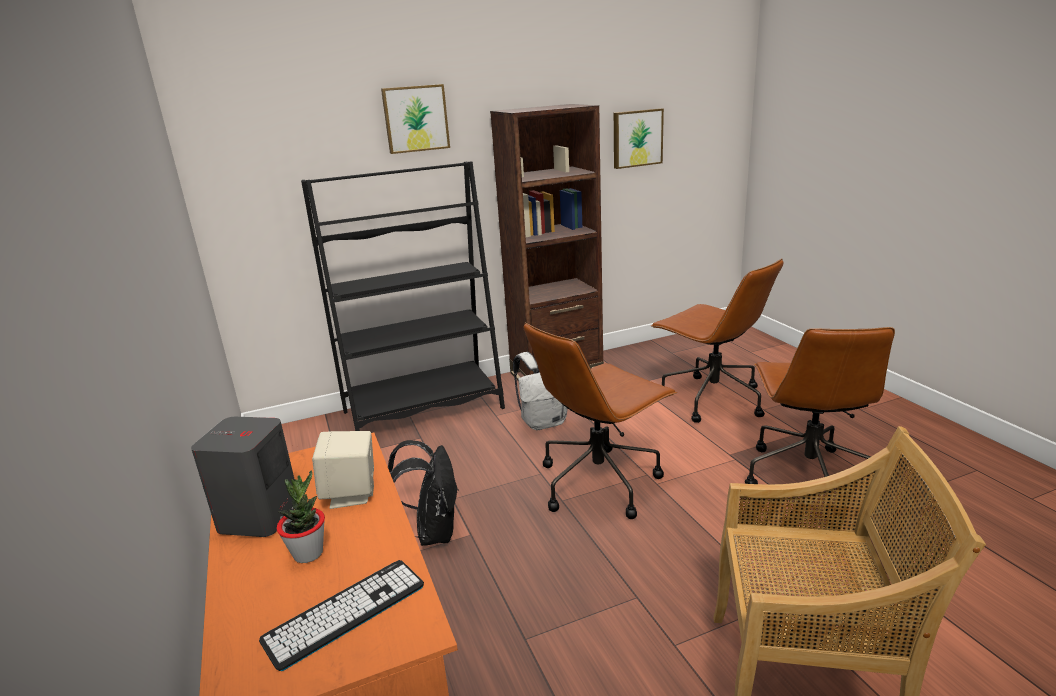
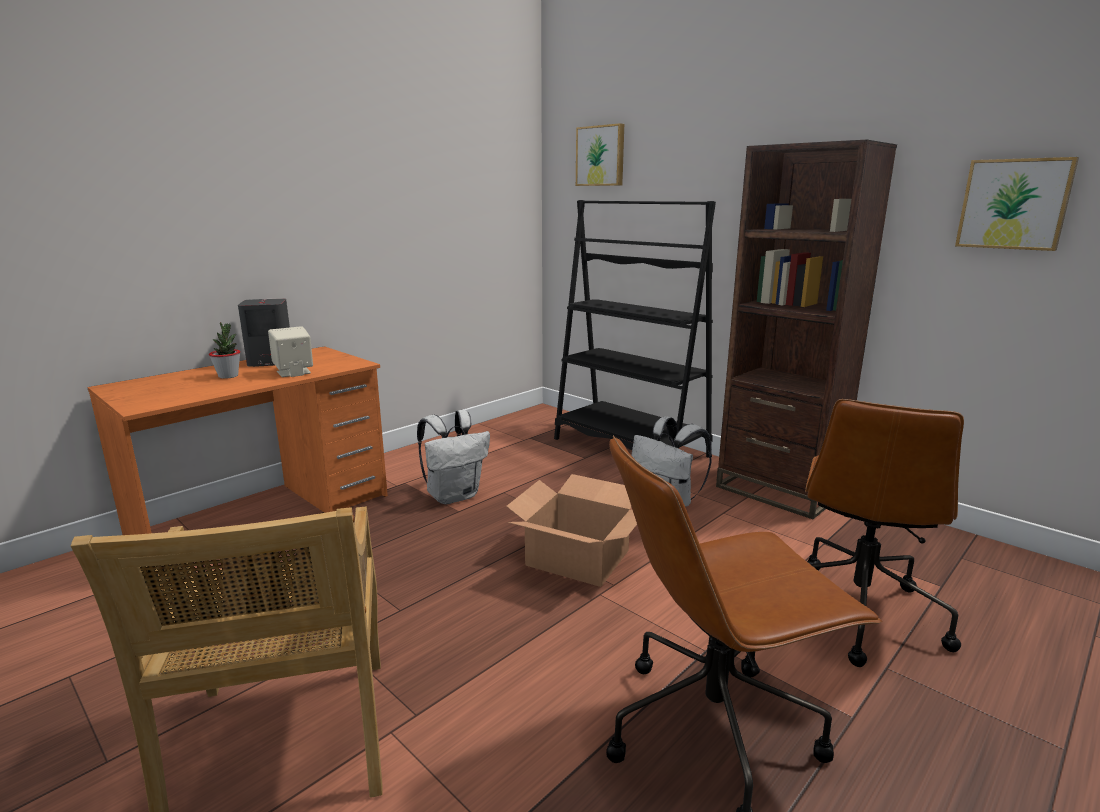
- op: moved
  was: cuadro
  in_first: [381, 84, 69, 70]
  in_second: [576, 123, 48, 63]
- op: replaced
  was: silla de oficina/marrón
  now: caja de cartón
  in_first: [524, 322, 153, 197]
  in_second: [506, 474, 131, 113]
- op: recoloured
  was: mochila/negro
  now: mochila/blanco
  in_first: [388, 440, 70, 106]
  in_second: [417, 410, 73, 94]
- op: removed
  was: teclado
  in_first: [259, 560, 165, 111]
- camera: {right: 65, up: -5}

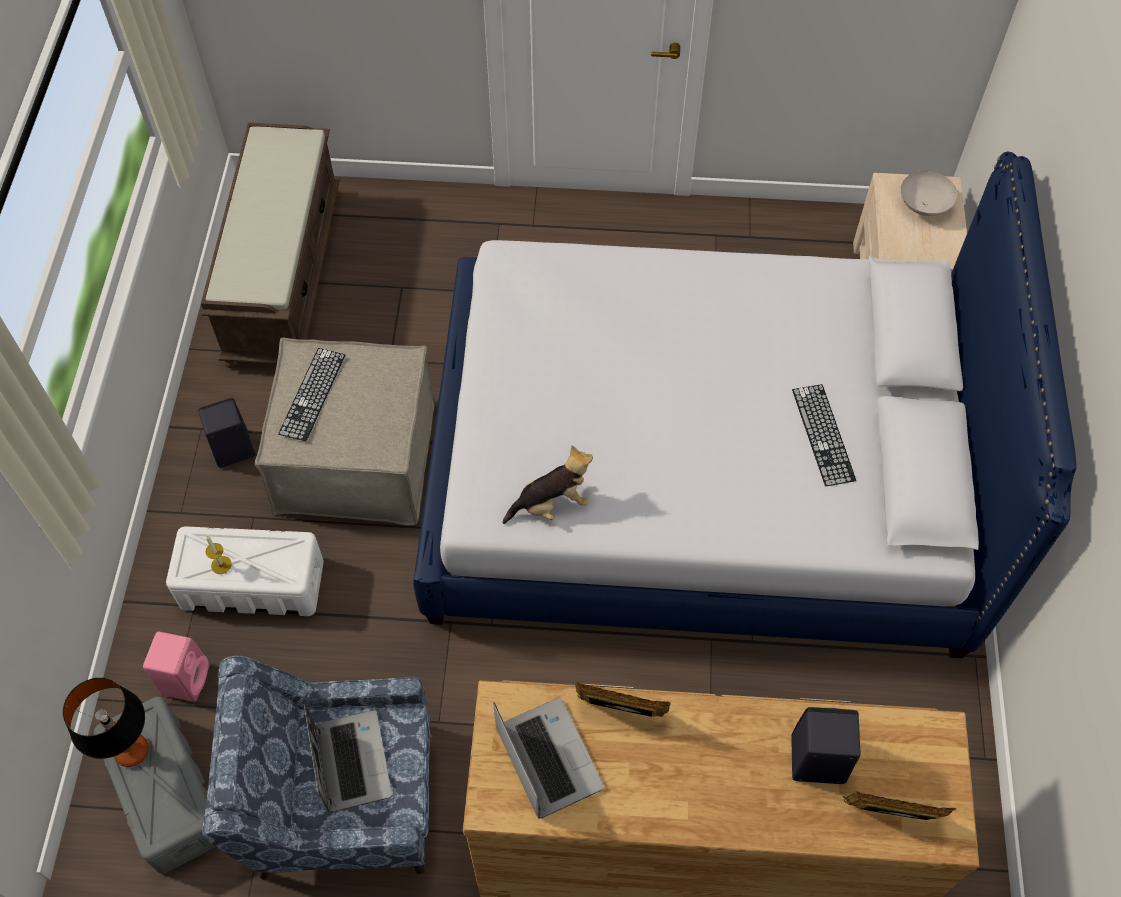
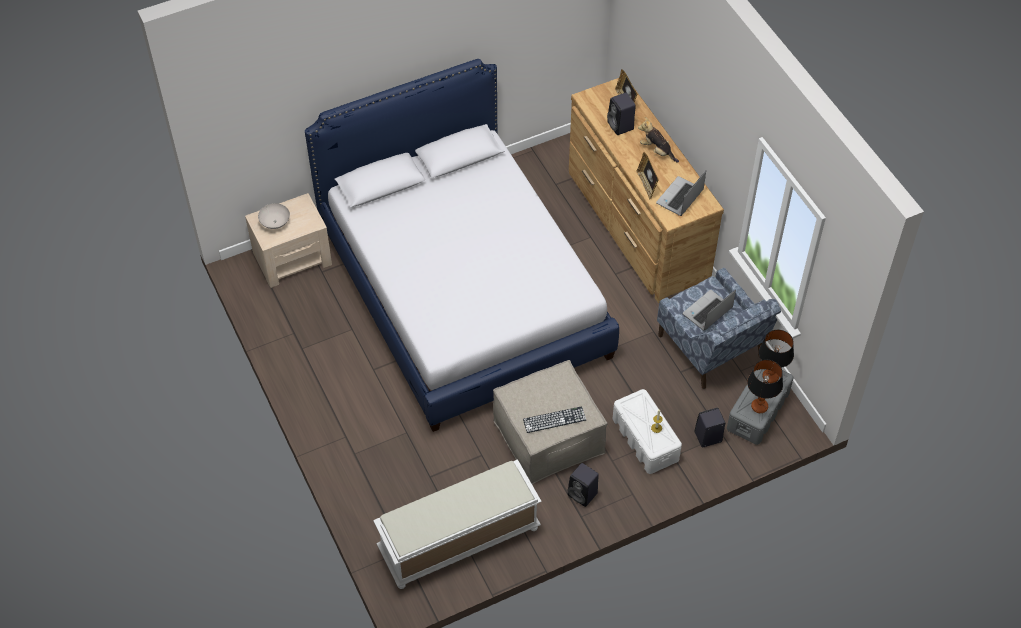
- op: recoloured
  was: banco/marrón
  now: banco/blanco
  in_first: [201, 123, 139, 245]
  in_second: [373, 459, 169, 130]
- op: removed
  was: teclado
  in_first: [792, 384, 64, 103]
- op: moved
  was: peluche
  in_first: [503, 445, 90, 79]
  in_second: [638, 117, 41, 46]
- op: recoloured
  was: altavoz/rosa
  now: altavoz/negro
  in_first: [143, 632, 67, 70]
  in_second: [695, 408, 30, 39]
- op: added
  now: lámpara de mesa
  in_second: [759, 330, 35, 53]
- camera: {right: -120, up: -5}

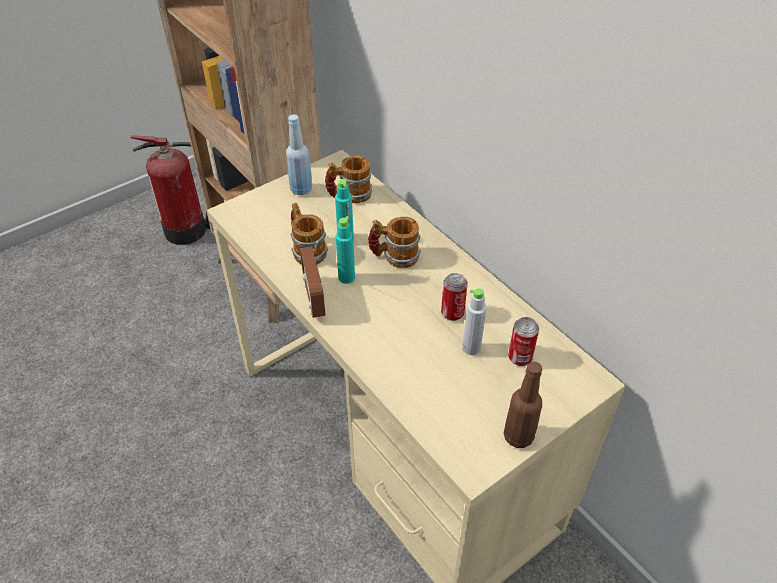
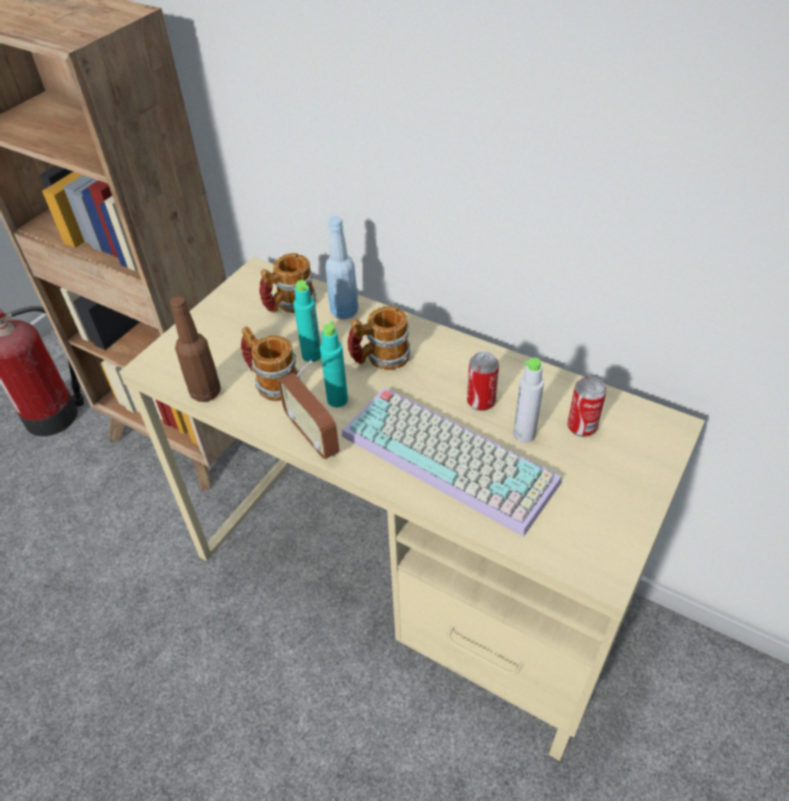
- op: moved
  was: botella/azul
  in_first: [286, 114, 27, 81]
  in_second: [326, 217, 33, 102]
- op: moved
  was: botella/marrón
  in_first: [503, 362, 39, 86]
  in_second: [170, 296, 51, 106]
- op: added
  now: teclado
  in_second: [341, 388, 221, 149]
- camera: {right: -20, up: 0}

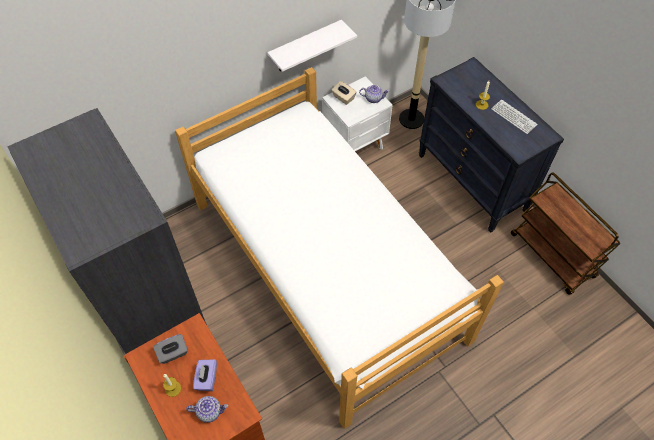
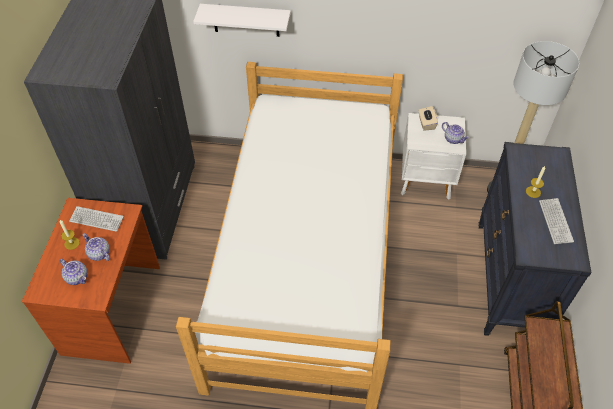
- op: moved
  was: estante/blanco
  in_first: [267, 20, 90, 52]
  in_second: [193, 4, 98, 33]
- op: replaced
  was: caja de pañuelos/gris
  now: teclado
  in_first: [153, 334, 35, 30]
  in_second: [69, 206, 55, 26]
- op: replaced
  was: caja de pañuelos/morado
  now: tetera
  in_first: [193, 359, 24, 32]
  in_second: [83, 233, 27, 28]
- camera: {right: 40, up: -5}

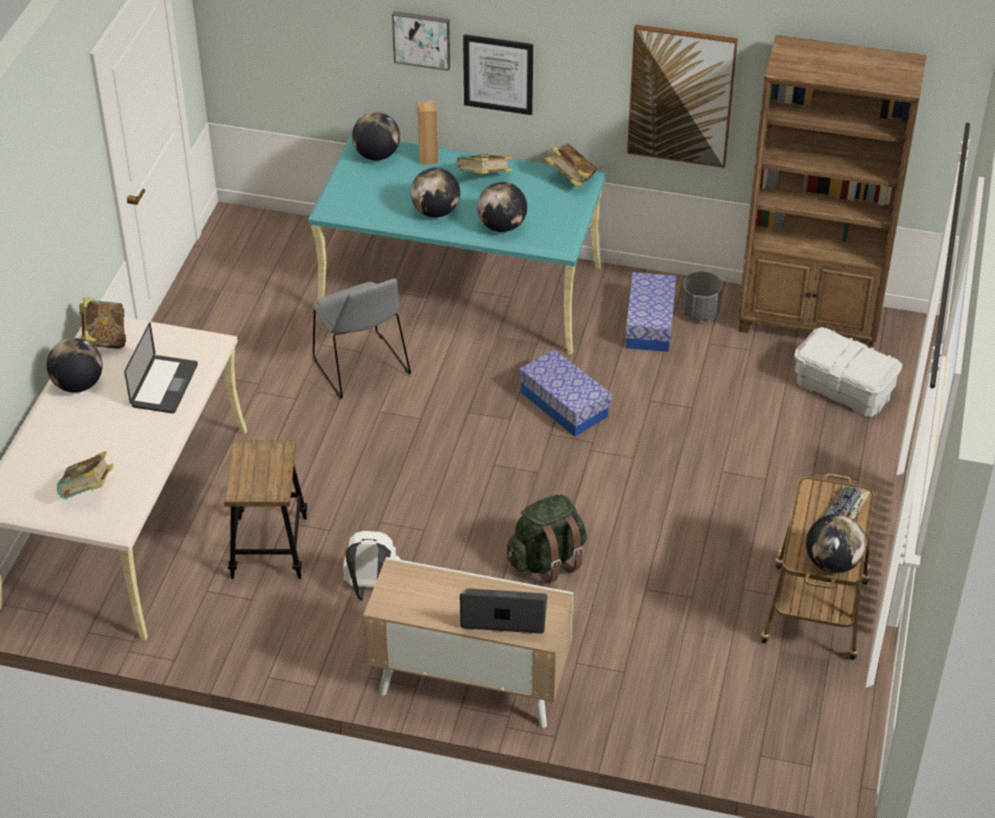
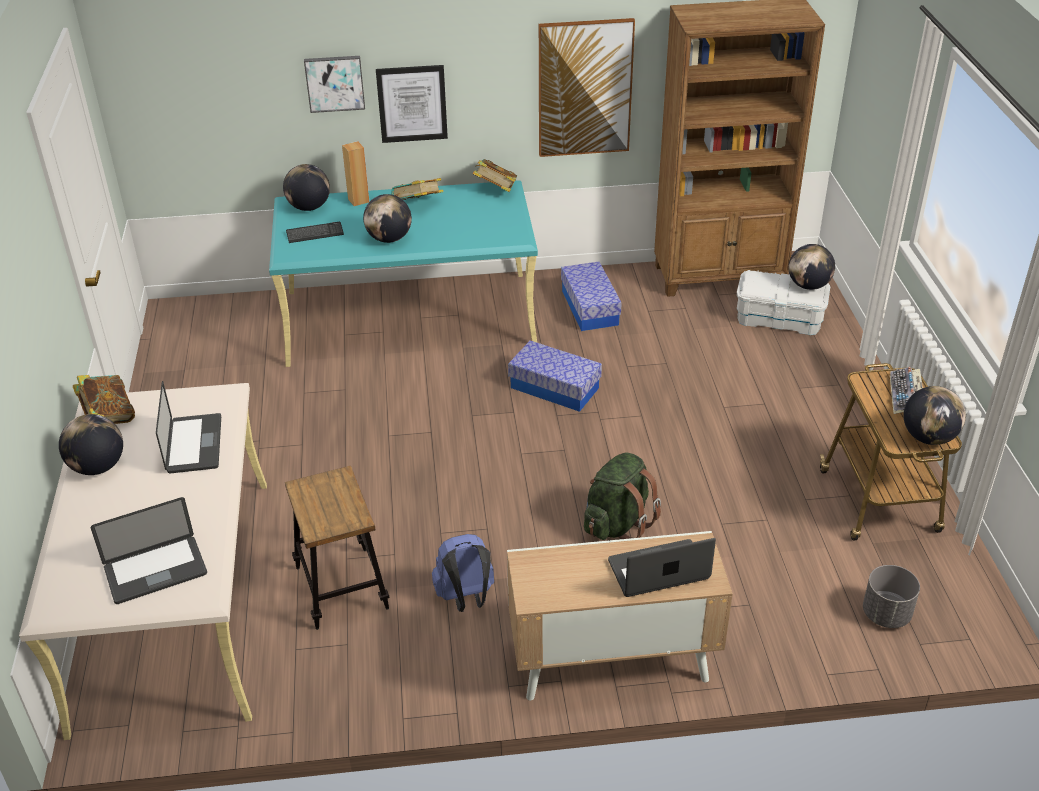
- op: moved
  was: globo terráqueo
  in_first: [477, 182, 50, 50]
  in_second: [788, 244, 47, 46]
- op: moved
  was: maceta/gris
  in_first: [681, 271, 42, 50]
  in_second: [863, 565, 57, 63]
- op: removed
  was: silla/gris
  in_first: [313, 278, 98, 121]
- op: replaced
  was: libro
  now: portátil
  in_first: [57, 451, 57, 48]
  in_second: [91, 497, 116, 107]
- op: recoloured
  was: mochila/blanco
  now: mochila/azul
  in_first: [343, 531, 58, 70]
  in_second: [432, 534, 62, 78]
- op: added
  now: teclado
  in_second: [286, 222, 58, 21]
- camera: {right: -20, up: -5}

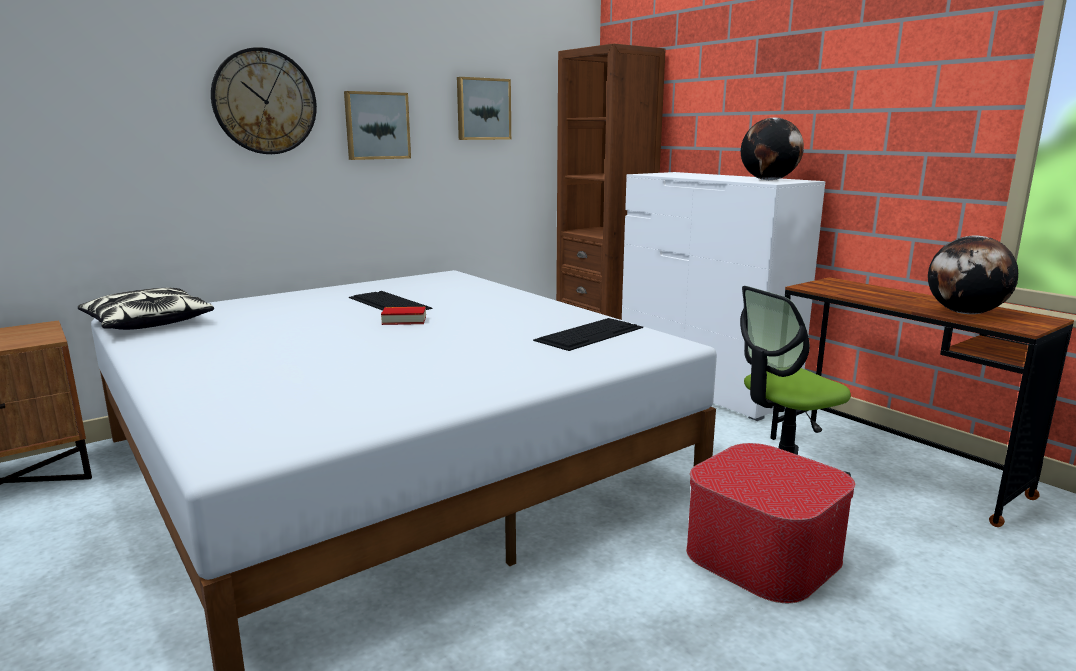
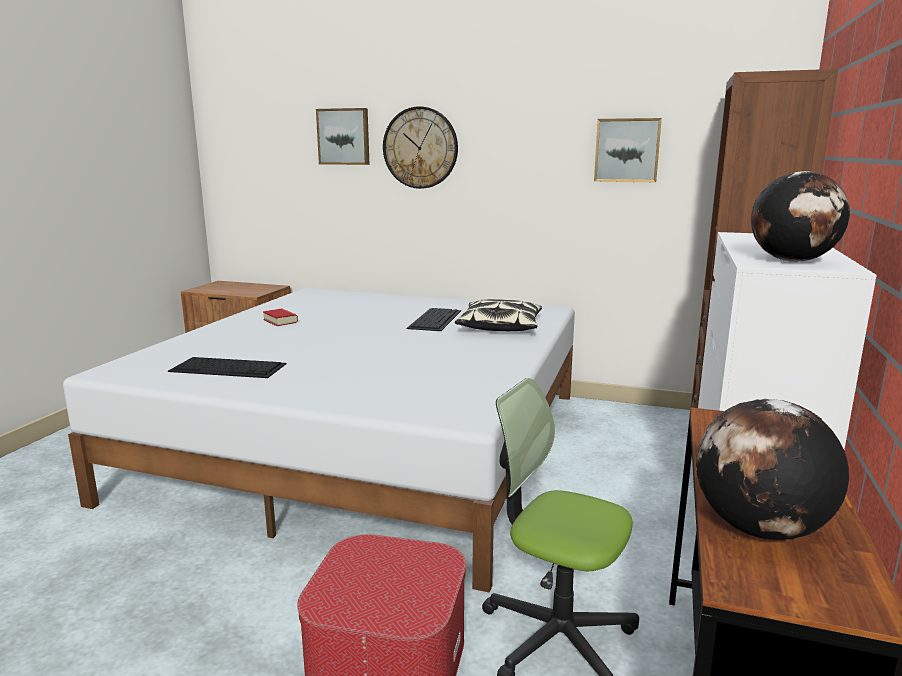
- op: moved
  was: cuadro
  in_first: [344, 91, 67, 69]
  in_second: [316, 108, 53, 57]
- op: moved
  was: cojín
  in_first: [78, 288, 136, 42]
  in_second: [455, 299, 87, 32]
- op: moved
  was: libro
  in_first: [381, 307, 45, 18]
  in_second: [263, 309, 35, 17]
- op: moved
  was: teclado
  in_first: [533, 318, 110, 33]
  in_second: [168, 357, 119, 21]
- camera: {right: 55, up: 0}

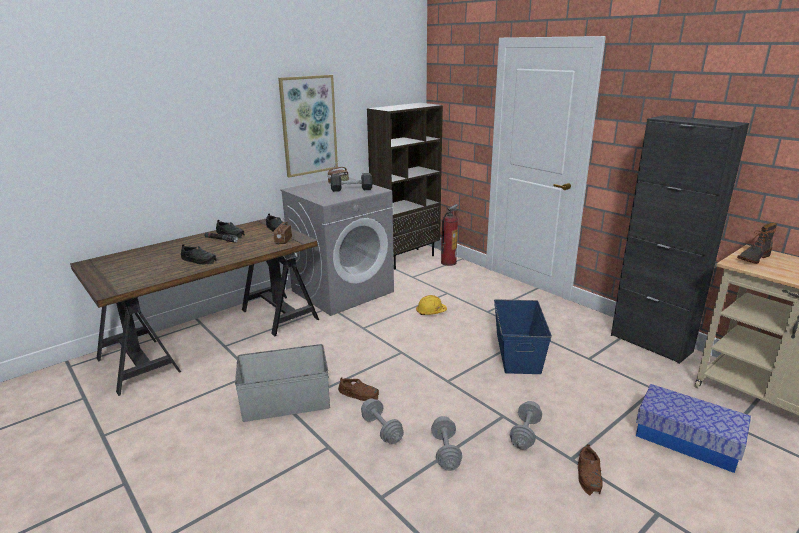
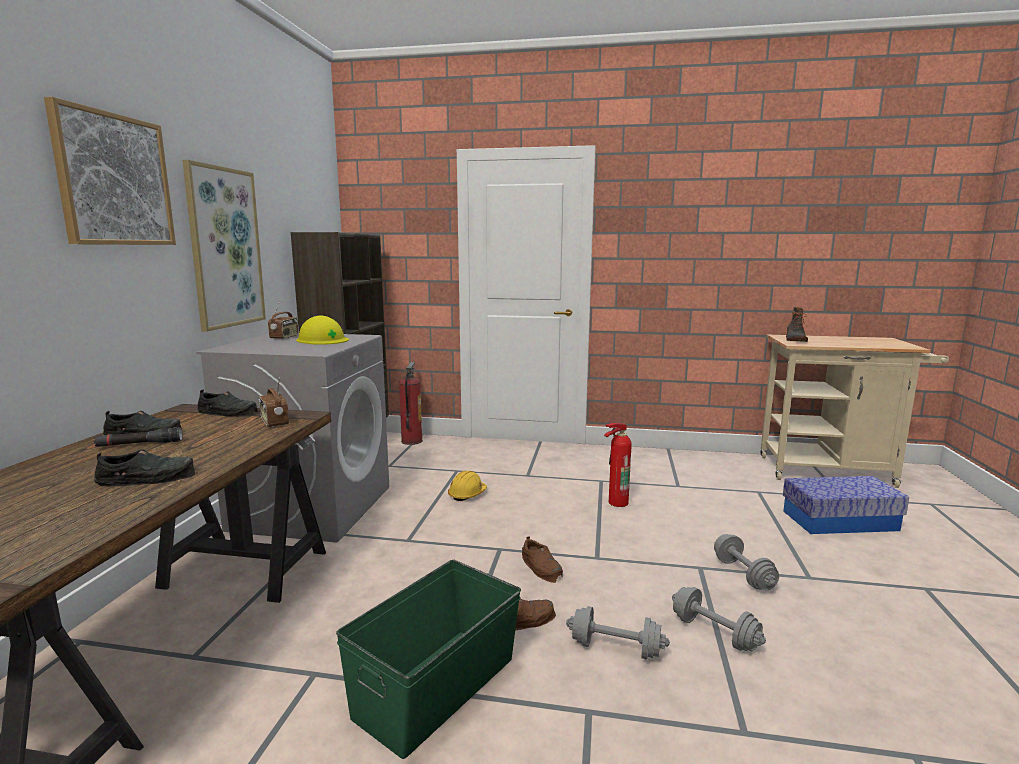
- op: removed
  was: armario/negro
  in_first: [611, 115, 138, 249]
- op: replaced
  was: mancuerna/negro
  now: casco/amarillo
  in_first: [330, 173, 42, 19]
  in_second: [297, 316, 52, 29]
- op: replaced
  was: caja de almacenaje/azul
  now: extintor
  in_first: [494, 299, 58, 75]
  in_second: [604, 423, 28, 84]
- op: recoloured
  was: caja de almacenaje/gris
  now: caja de almacenaje/verde
  in_first: [235, 344, 95, 78]
  in_second: [336, 560, 185, 199]
- op: moved
  was: zapato/marrón
  in_first: [578, 444, 25, 51]
  in_second: [522, 536, 41, 47]
- op: added
  now: cuadro
  in_second: [44, 97, 132, 148]
- camera: {right: -40, up: -10}

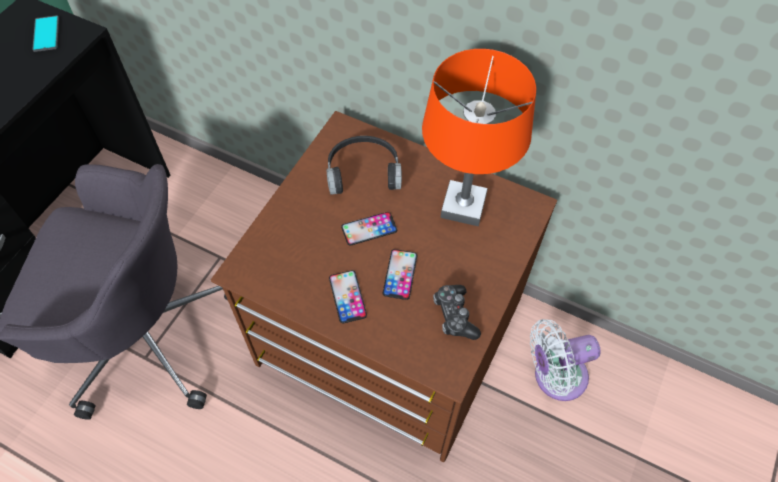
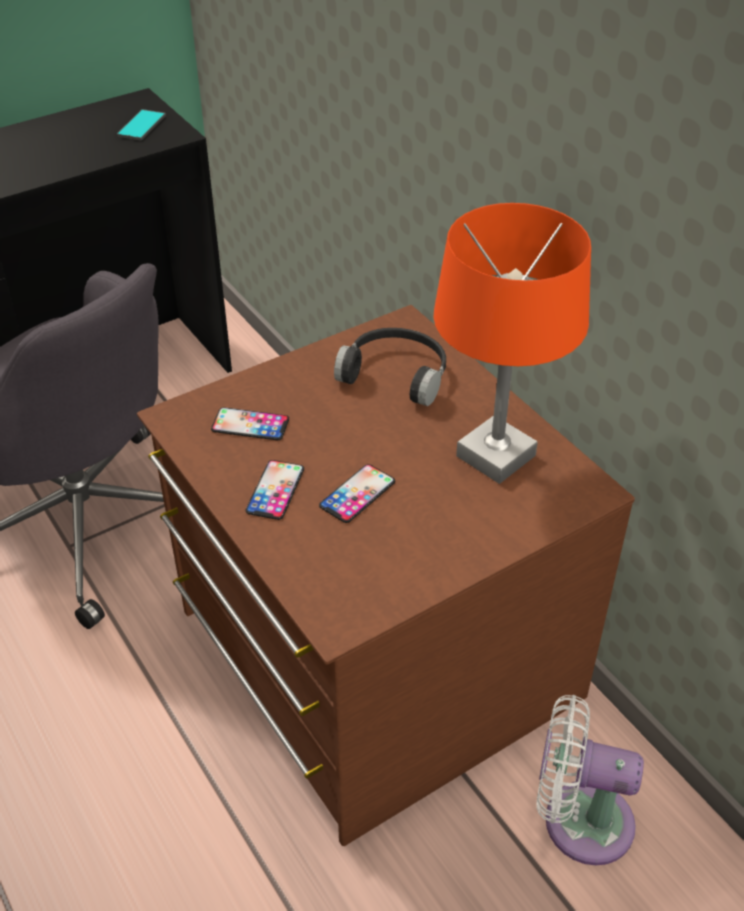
- op: moved
  was: móvil
  in_first: [341, 212, 56, 34]
  in_second: [211, 407, 78, 33]
- op: removed
  was: mando de consola
  in_first: [433, 285, 48, 55]
- camera: {right: 30, up: -15}

